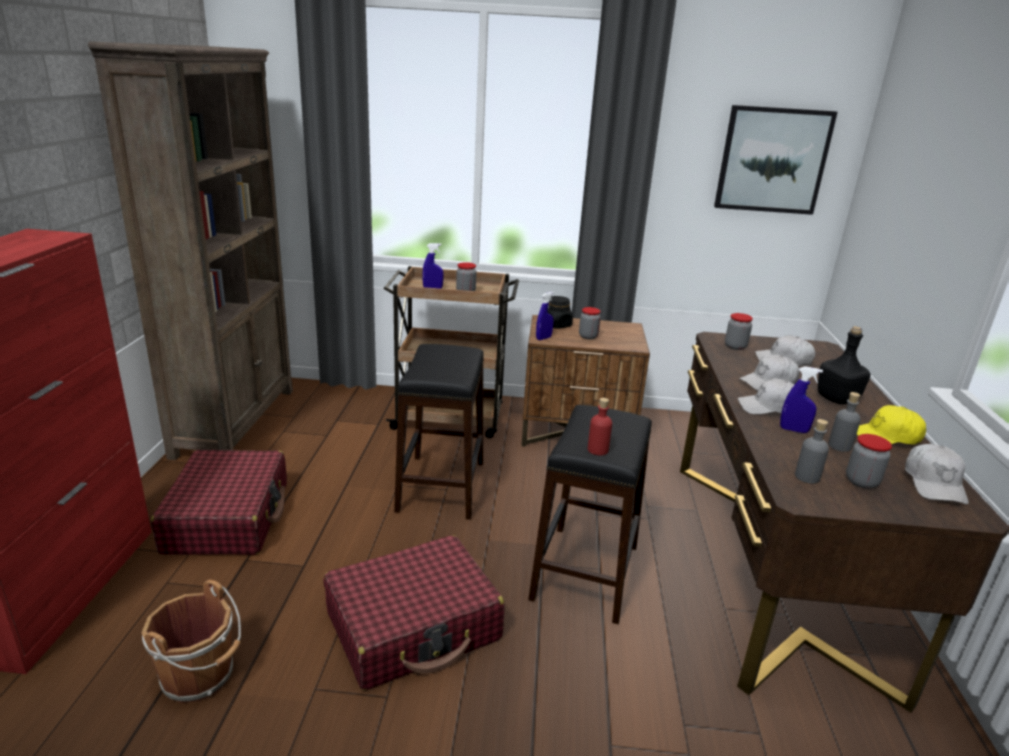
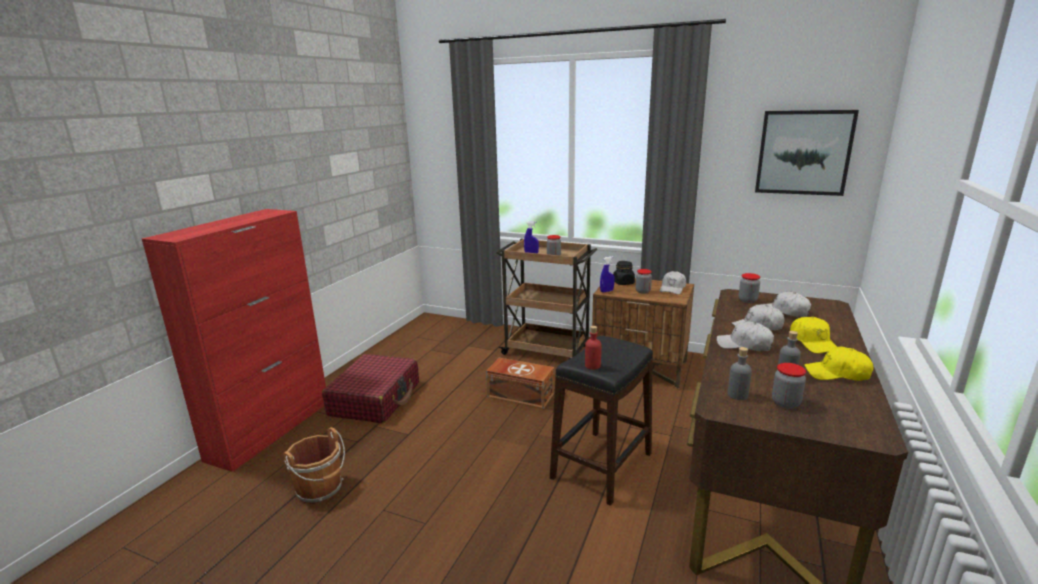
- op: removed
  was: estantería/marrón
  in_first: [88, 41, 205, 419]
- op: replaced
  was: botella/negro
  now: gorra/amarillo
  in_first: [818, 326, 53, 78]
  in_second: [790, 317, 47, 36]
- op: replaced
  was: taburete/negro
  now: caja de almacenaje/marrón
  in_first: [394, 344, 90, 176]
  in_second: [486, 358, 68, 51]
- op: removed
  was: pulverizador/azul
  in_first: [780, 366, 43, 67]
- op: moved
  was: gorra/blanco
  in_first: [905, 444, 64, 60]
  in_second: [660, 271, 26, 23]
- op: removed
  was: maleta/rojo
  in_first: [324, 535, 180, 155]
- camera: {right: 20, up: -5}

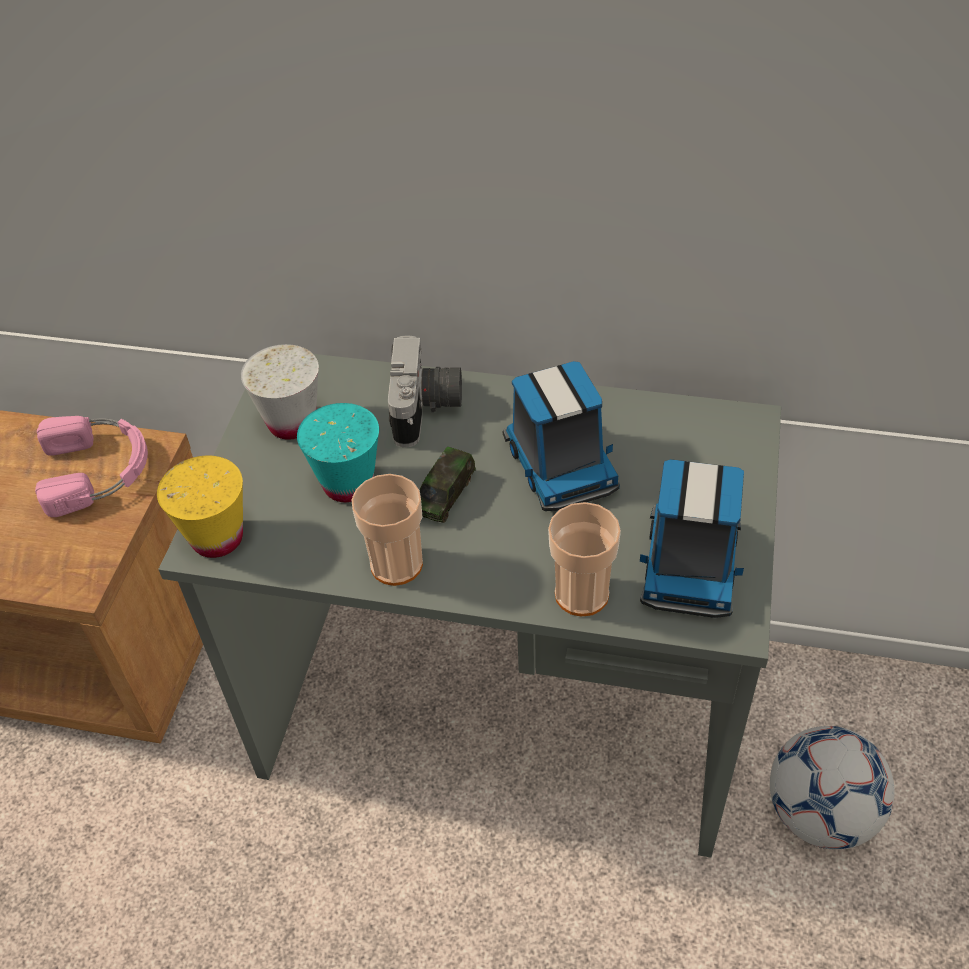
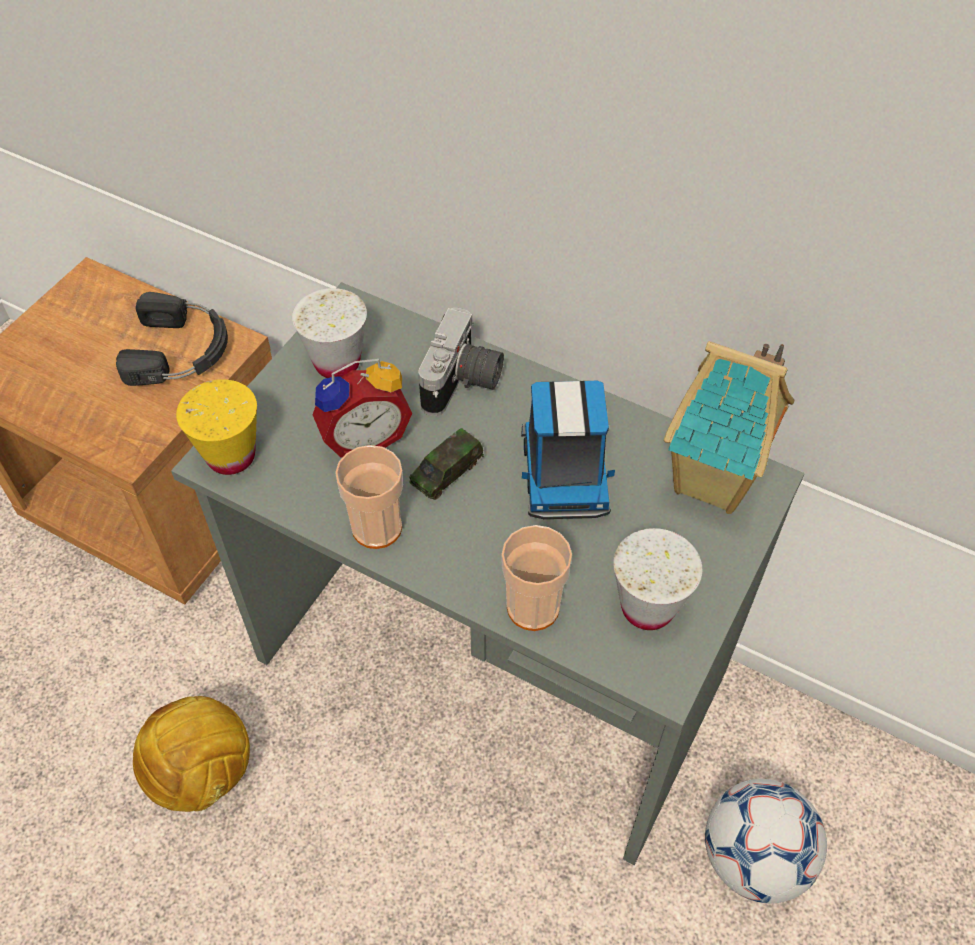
- op: replaced
  was: taza/turquesa
  now: despertador
  in_first: [297, 403, 82, 99]
  in_second: [312, 359, 100, 99]
- op: recoloured
  was: auriculares/rosa
  now: auriculares/negro
  in_first: [35, 416, 113, 101]
  in_second: [116, 292, 112, 94]
- op: replaced
  was: camión de juguete
  now: taza/blanco
  in_first: [640, 459, 104, 159]
  in_second: [613, 528, 89, 102]
- op: added
  now: casita
  in_second: [664, 341, 130, 173]
- op: added
  now: balón de fútbol
  in_second: [133, 696, 117, 116]
- camera: {right: 15, up: 5}

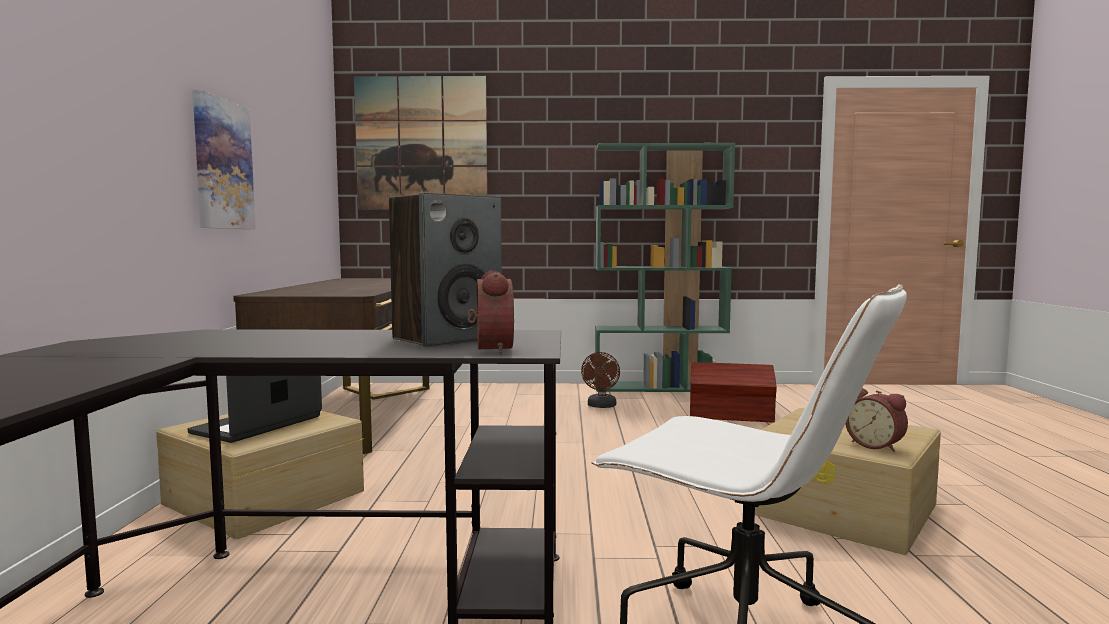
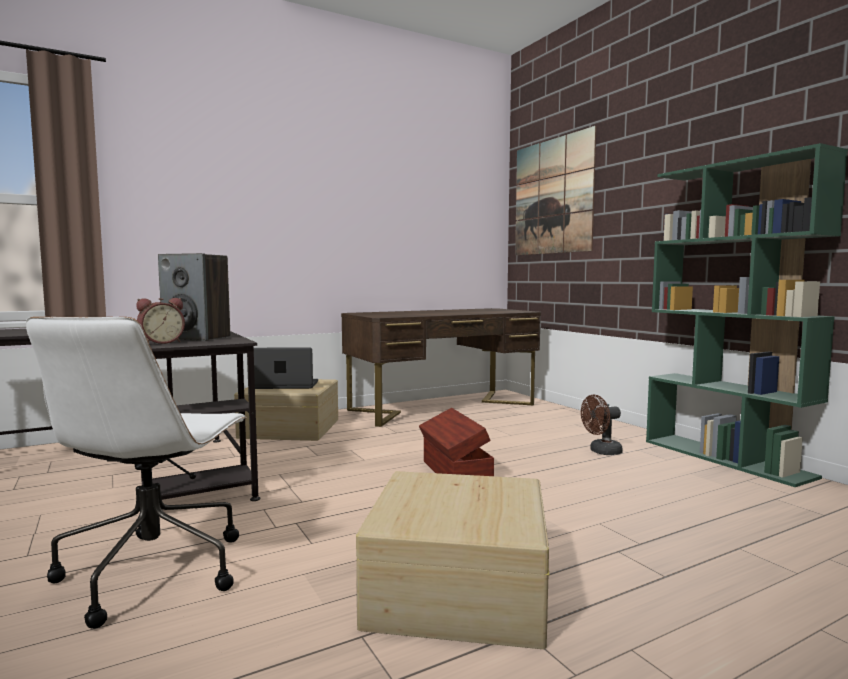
- op: removed
  was: cuadro
  in_first: [193, 90, 63, 139]
- op: moved
  was: caja de almacenaje/marrón
  in_first: [690, 362, 87, 61]
  in_second: [419, 408, 75, 68]
- op: removed
  was: despertador
  in_first: [845, 388, 63, 64]
- camera: {right: 60, up: 0}

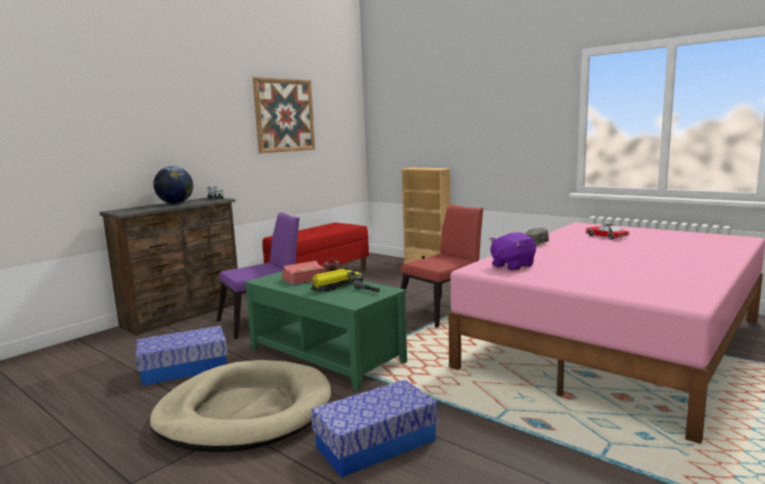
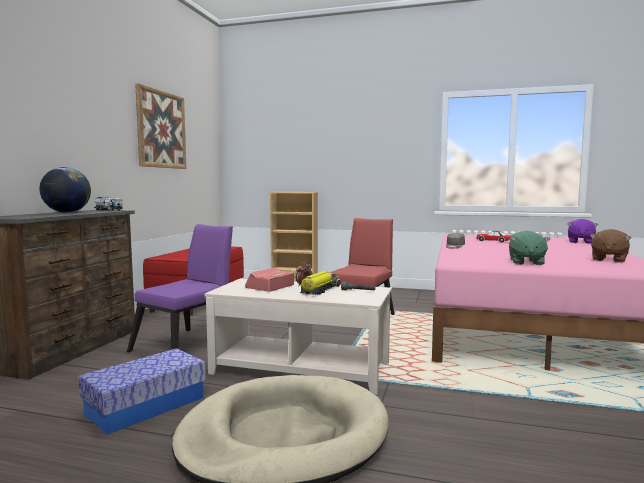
- op: moved
  was: peluche/morado
  in_first: [489, 232, 47, 39]
  in_second: [567, 219, 31, 25]
- op: recoloured
  was: mesa de centro/verde
  now: mesa de centro/beis
  in_first: [245, 271, 162, 120]
  in_second: [204, 279, 188, 116]
- op: removed
  was: caja de almacenaje
  in_first: [311, 380, 127, 98]
- op: added
  now: peluche/marrón
  in_second: [590, 229, 42, 34]
- op: added
  now: peluche/verde
  in_second: [509, 231, 41, 34]
- camera: {right: -25, up: -5}

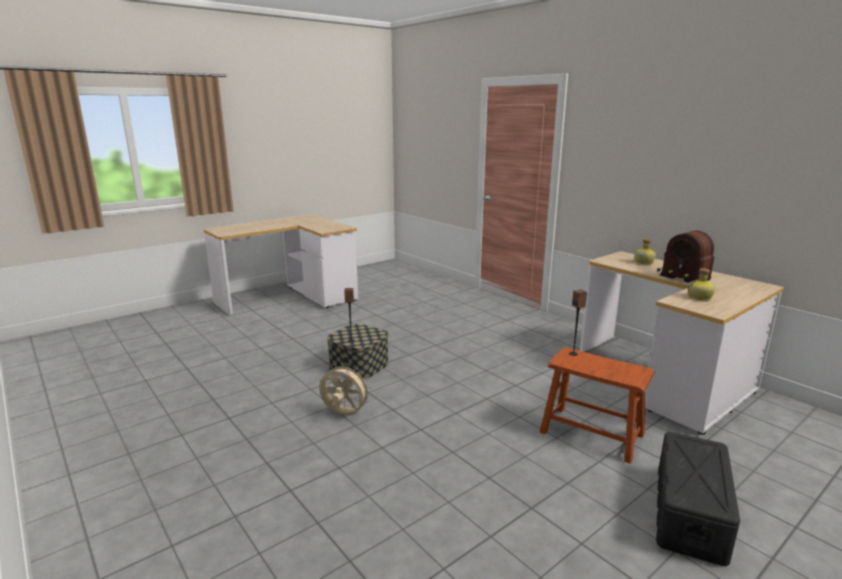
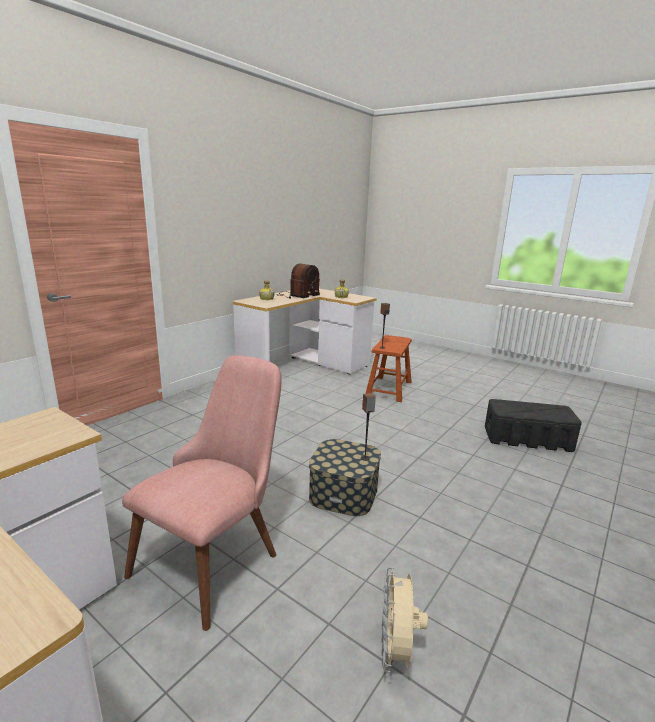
- op: moved
  was: ventilador/beis
  in_first: [319, 362, 53, 54]
  in_second: [381, 567, 47, 105]
- op: moved
  was: caja de almacenaje/negro
  in_first: [656, 432, 84, 134]
  in_second: [485, 399, 97, 53]
- op: added
  now: silla/rosa
  in_second: [122, 356, 160, 275]
- camera: {right: -105, up: 0}

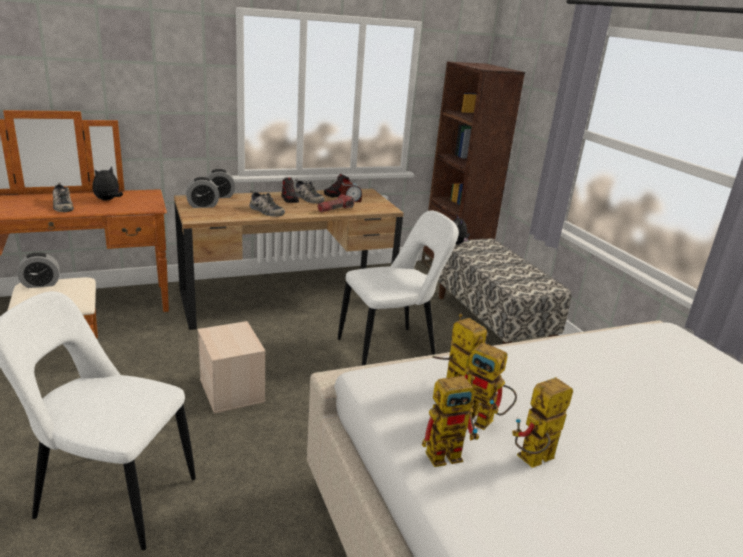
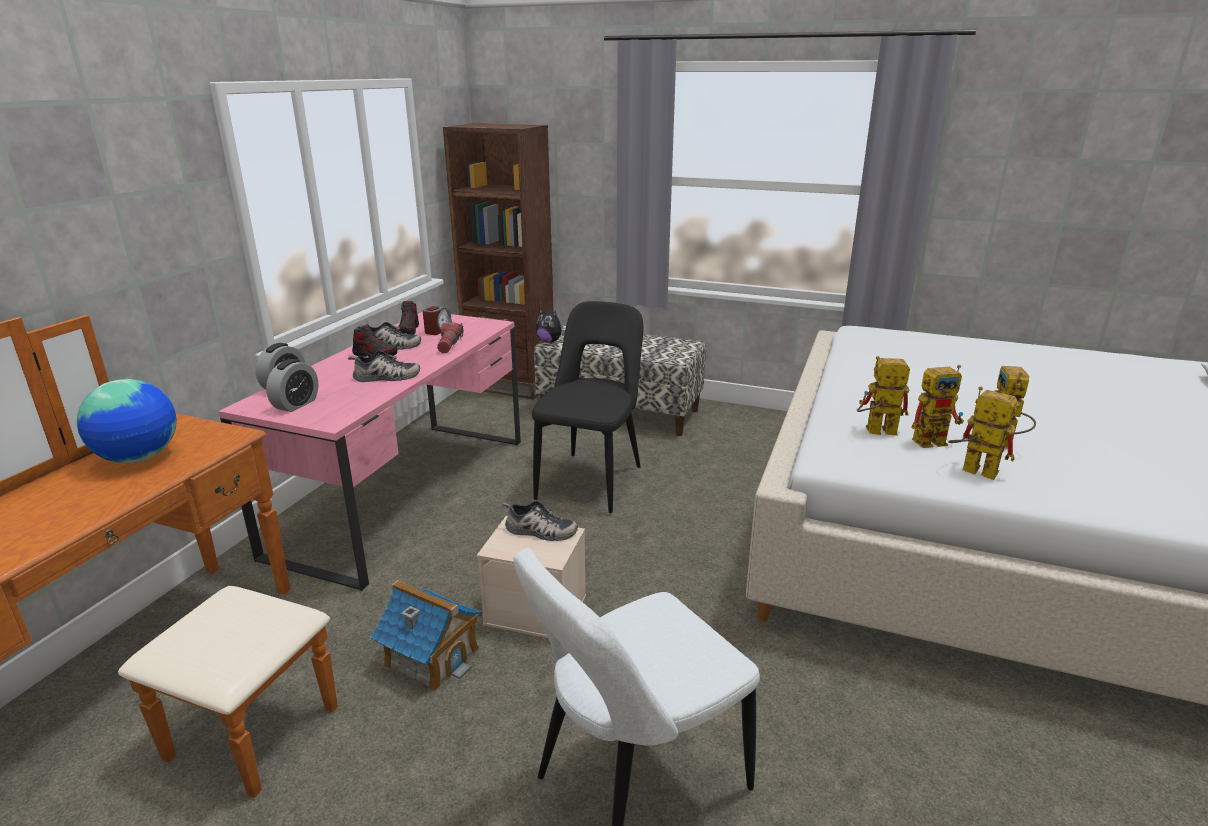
- op: replaced
  was: peluche
  now: globo terráqueo
  in_first: [92, 167, 31, 33]
  in_second: [77, 379, 100, 84]
- op: moved
  was: zapato
  in_first: [53, 183, 21, 29]
  in_second: [502, 501, 76, 40]
- op: recoloured
  was: escritorio/marrón
  now: escritorio/rosa
  in_first: [174, 189, 229, 141]
  in_second: [218, 312, 303, 279]
- op: recoloured
  was: silla/blanco
  now: silla/negro
  in_first: [338, 210, 121, 155]
  in_second: [532, 301, 112, 212]
- op: removed
  was: despertador
  in_first: [17, 252, 43, 36]
- op: turned
  was: robot de juguete
  in_first: [422, 376, 57, 91]
  in_second: [948, 386, 69, 94]
  clockwise: -75
- op: added
  now: casita
  in_second: [370, 580, 112, 112]
- camera: {right: -45, up: 0}

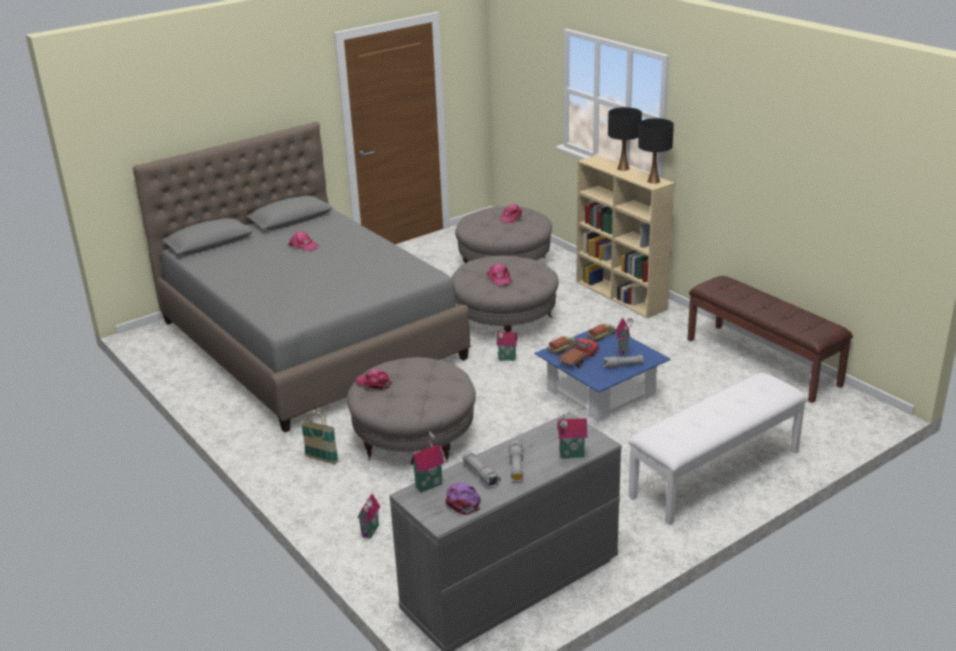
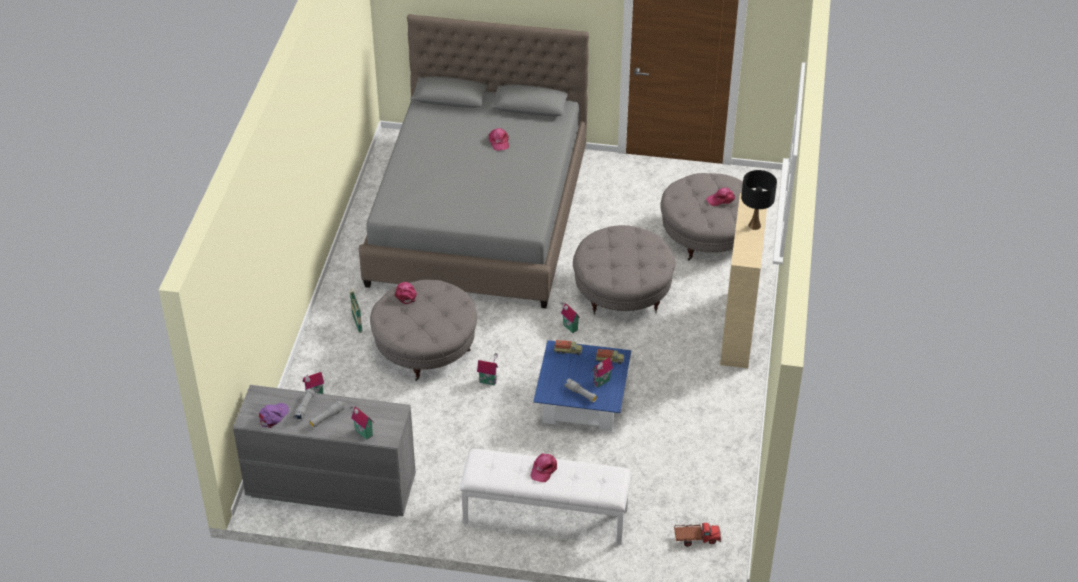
- op: removed
  was: lámpara de mesa/negro
  in_first: [638, 118, 36, 66]
- op: moved
  was: gorra/rosa
  in_first: [487, 263, 25, 22]
  in_second: [530, 454, 27, 28]
- op: removed
  was: banco/marrón
  in_first: [688, 276, 165, 127]
- op: moved
  was: camión de juguete
  in_first: [557, 338, 43, 30]
  in_second: [674, 523, 47, 24]
- op: moved
  was: casita
  in_first: [410, 432, 34, 61]
  in_second: [477, 353, 21, 32]
- camera: {right: 45, up: 15}

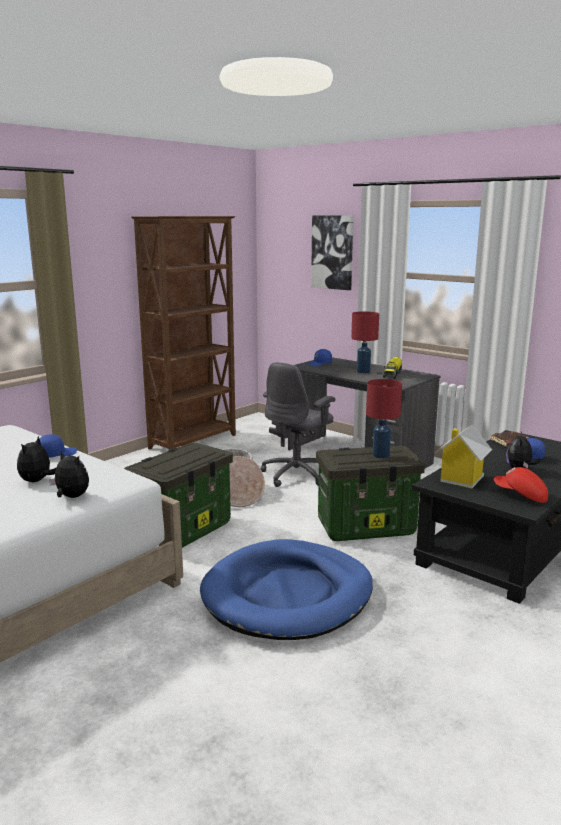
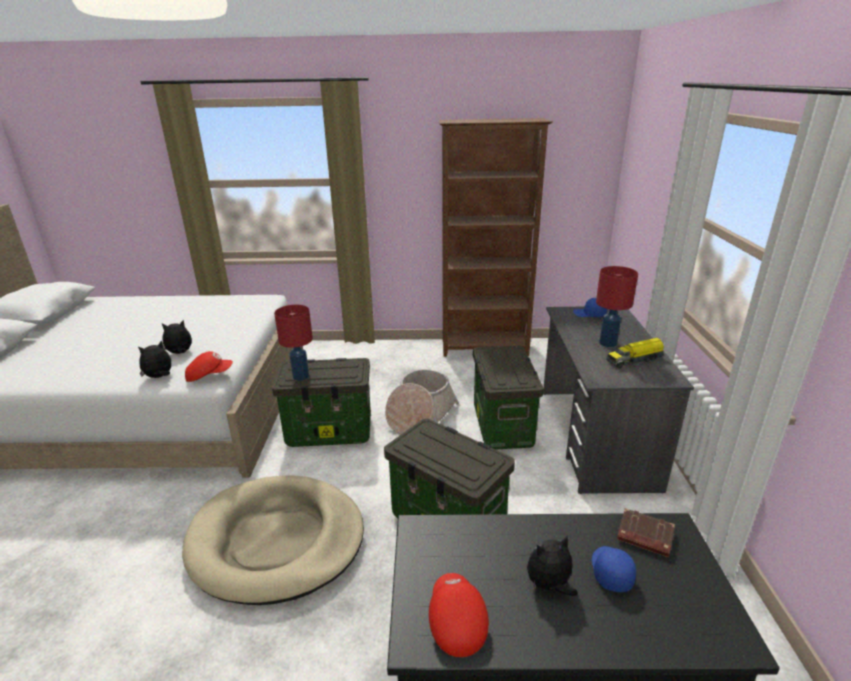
- op: removed
  was: cuadro
  in_first: [311, 215, 43, 75]
- op: replaced
  was: silla de oficina/gris
  now: caja de almacenaje
  in_first: [260, 362, 75, 125]
  in_second: [473, 346, 71, 104]
- op: moved
  was: lámpara de mesa/rojo
  in_first: [366, 379, 36, 80]
  in_second: [274, 305, 39, 76]
- op: removed
  was: casita
  in_first: [435, 424, 57, 64]
- op: removed
  was: gorra/azul
  in_first: [39, 434, 38, 24]
- op: turned
  was: peluche
  in_first: [49, 450, 40, 48]
  in_second: [138, 341, 33, 37]
  clockwise: -120
- op: recoloured
  was: cama para perro/azul
  now: cama para perro/beis
  in_first: [200, 539, 173, 101]
  in_second: [182, 475, 182, 130]
- op: added
  now: gorra/rojo
  in_second: [185, 351, 48, 31]
- camera: {right: 50, up: 10}

